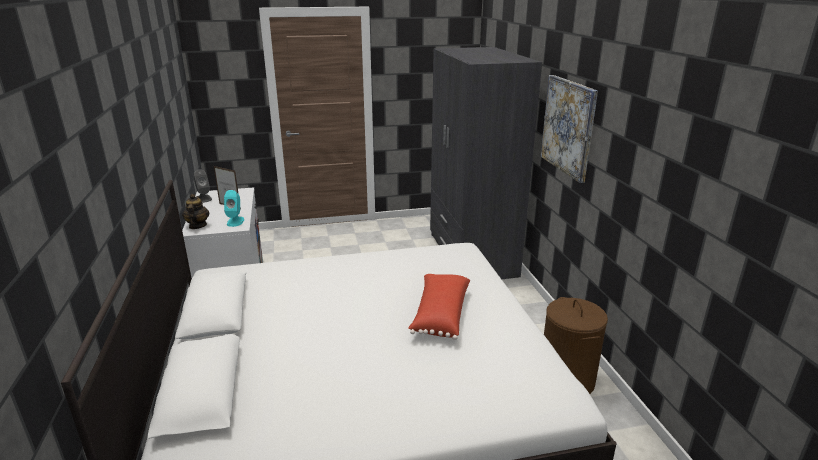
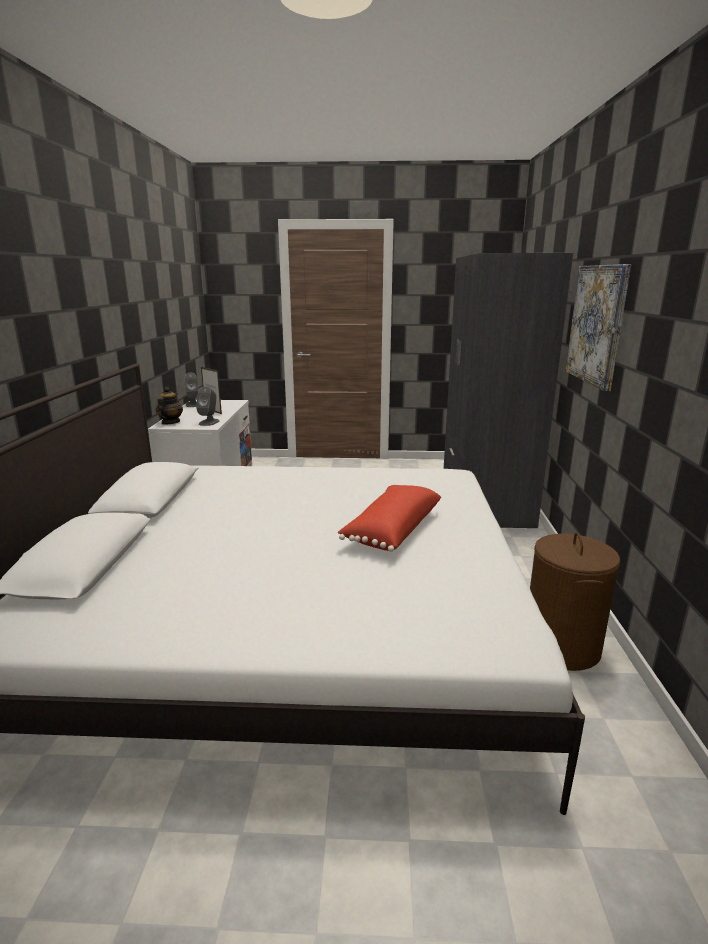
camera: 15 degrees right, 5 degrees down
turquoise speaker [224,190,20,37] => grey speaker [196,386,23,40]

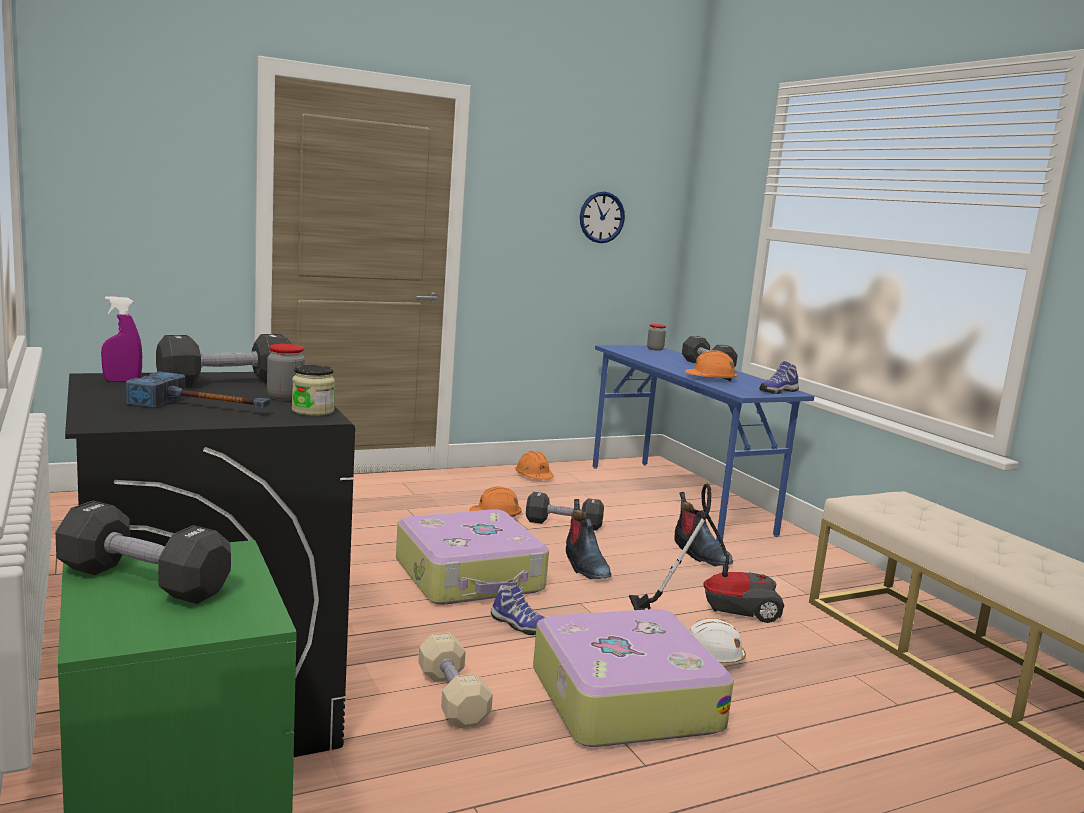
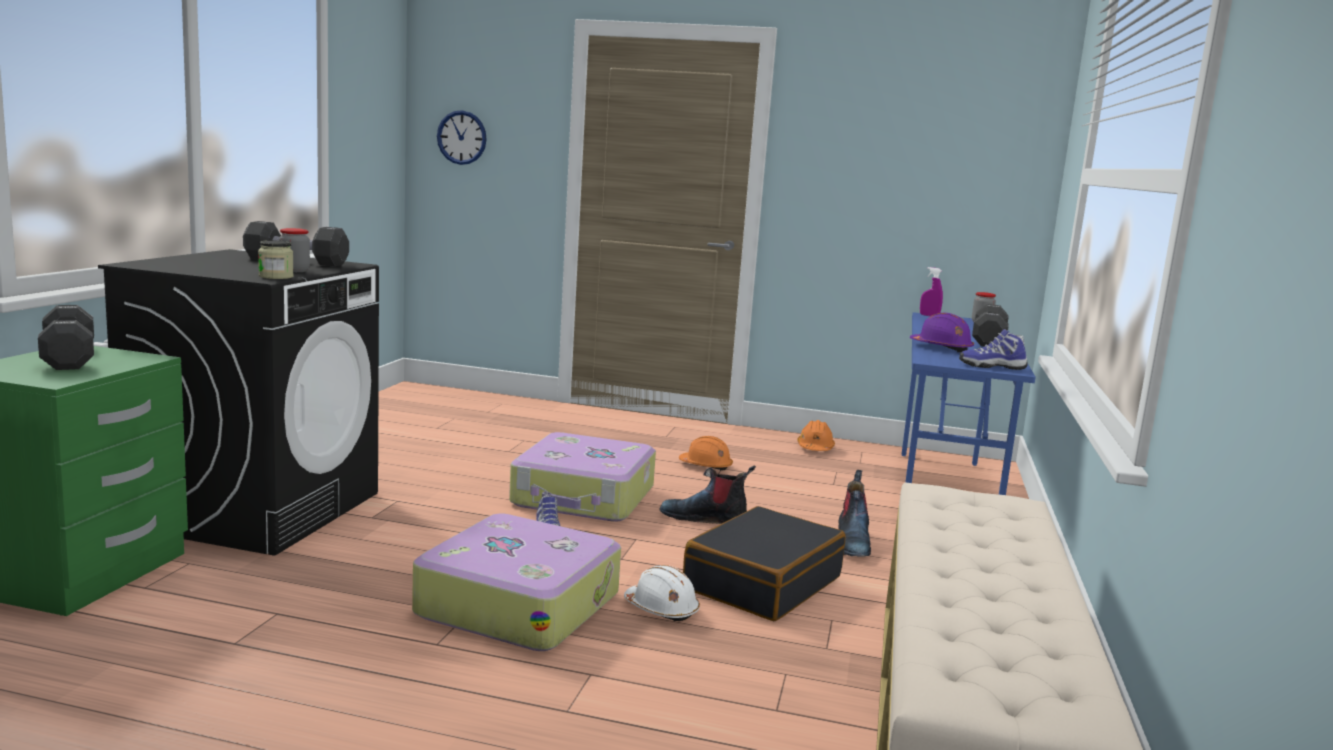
camera: 40 degrees right, 0 degrees up
wall clock [580,192,45,51] => wall clock [437,110,50,55], move
purple spray bottle [101,296,41,86] => purple spray bottle [920,267,23,49], move
orange hard hat [685,350,52,32] => purple hard hat [910,313,64,39]
hammer [126,372,144,36] => nothing
vacuum cleaner [629,483,155,140] => black suitcase [683,506,163,115]
black dumbbell [526,492,78,39] => nothing
boot [566,499,45,80] => boot [660,466,96,58], 75 degrees clockwise
beige dumbbell [418,632,75,96] => nothing

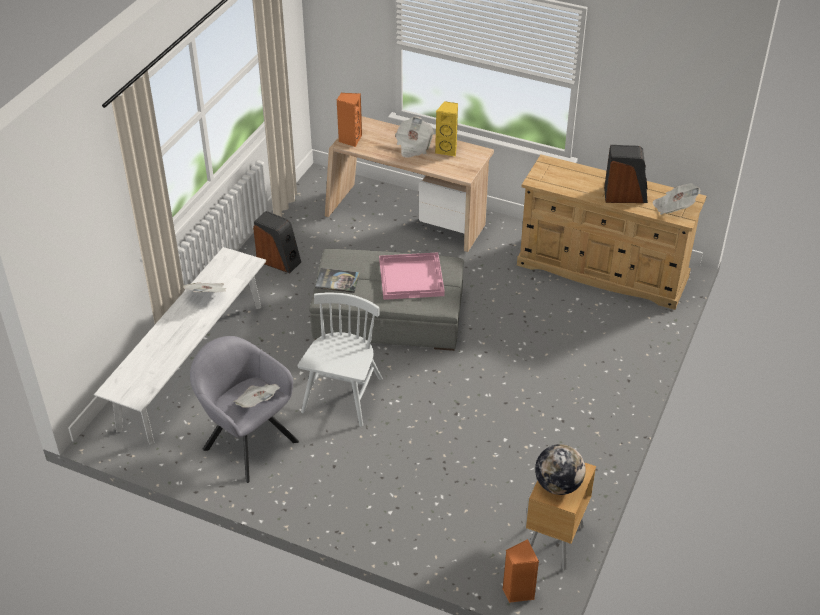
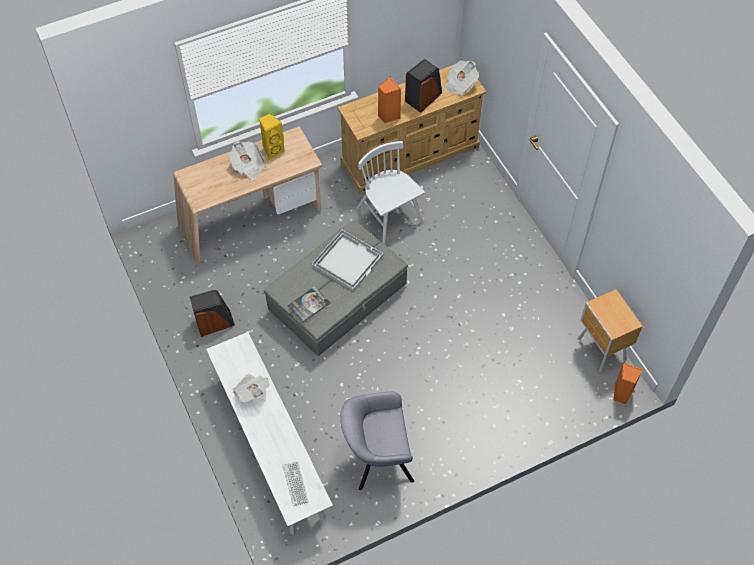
camera: 50 degrees left, 15 degrees up
orange speaker [337,93,25,54] => orange speaker [378,77,23,47], move
pink tray [379,252,66,48] => white tray [312,230,71,62]
white chair [298,292,85,135] => white chair [356,141,69,103], move
newspaper [234,384,46,24] => nothing
globe [535,444,51,51] => nothing
nothing => keyboard [283,461,26,45]

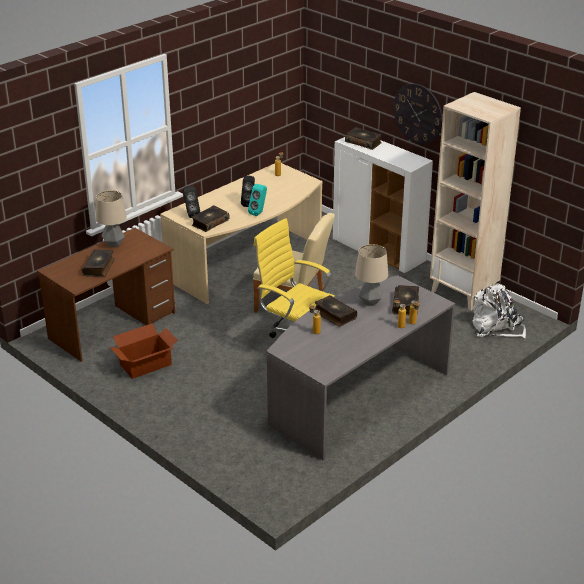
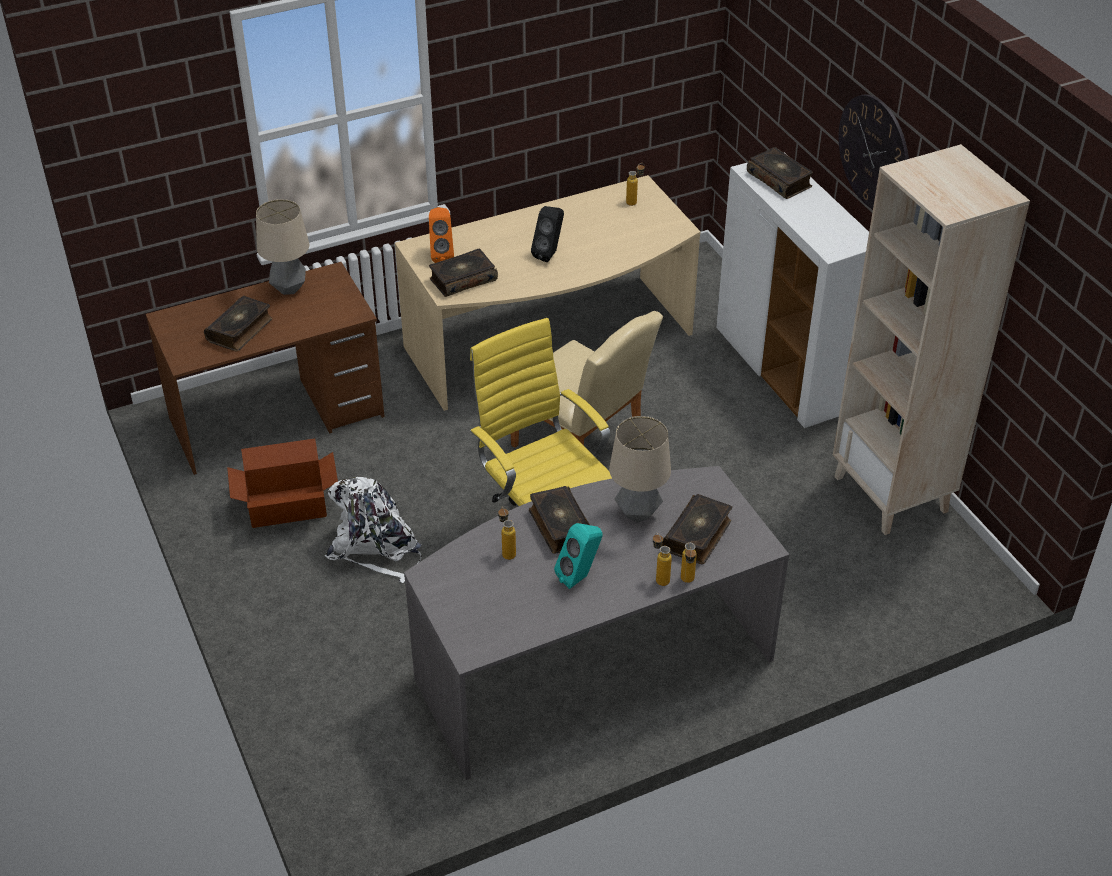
camera: 20 degrees right, 10 degrees up
turquoise speaker [248,184,19,32] => turquoise speaker [554,523,49,66], move
black speaker [183,185,17,33] => orange speaker [429,207,25,56]
white backpack [473,283,53,55] => white backpack [325,477,97,106], move

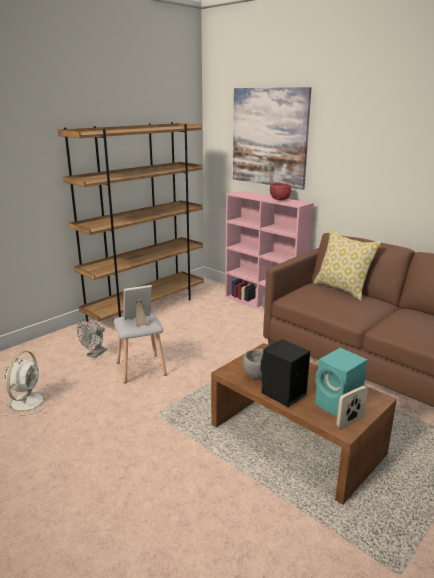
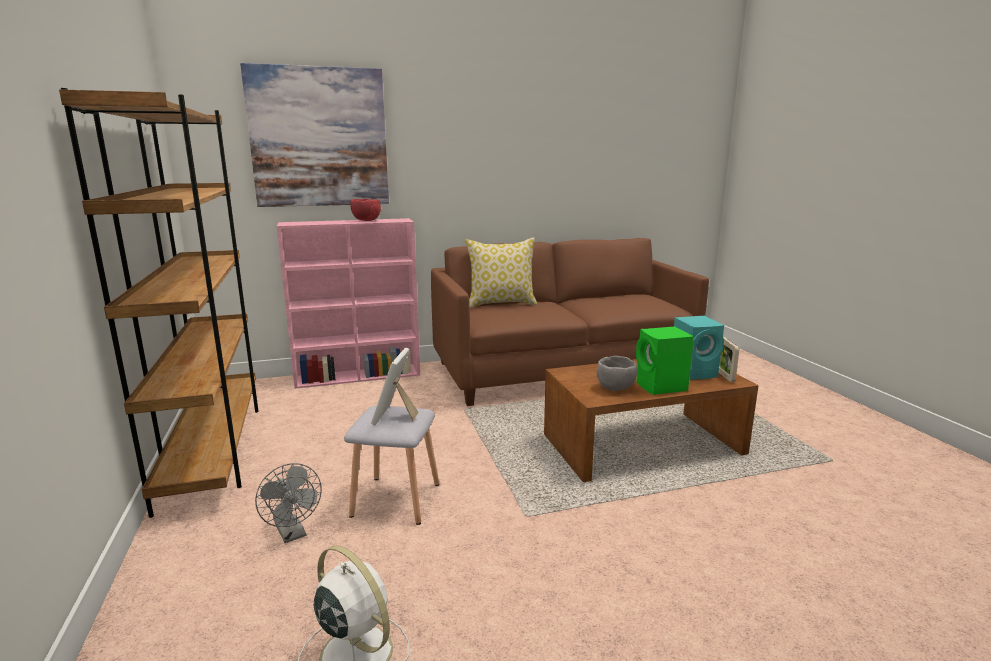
camera: 60 degrees left, 5 degrees down
black speaker [260,339,50,68] => green speaker [636,326,58,69]

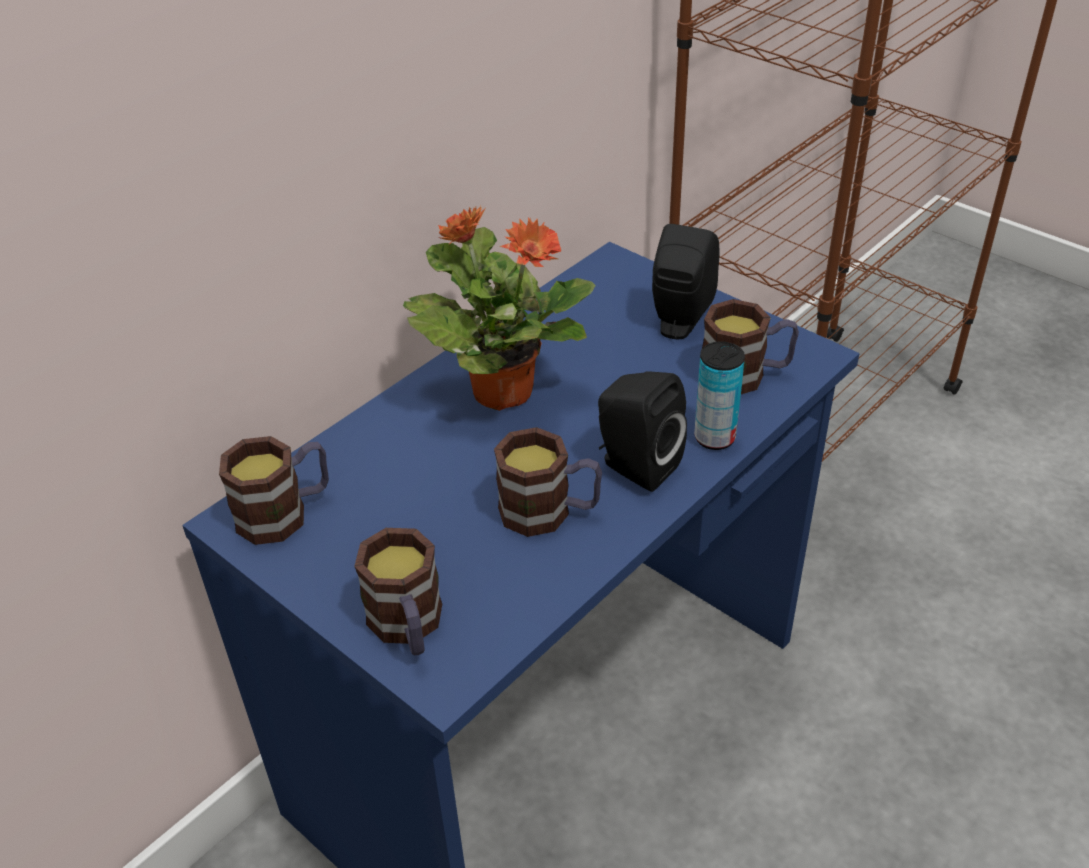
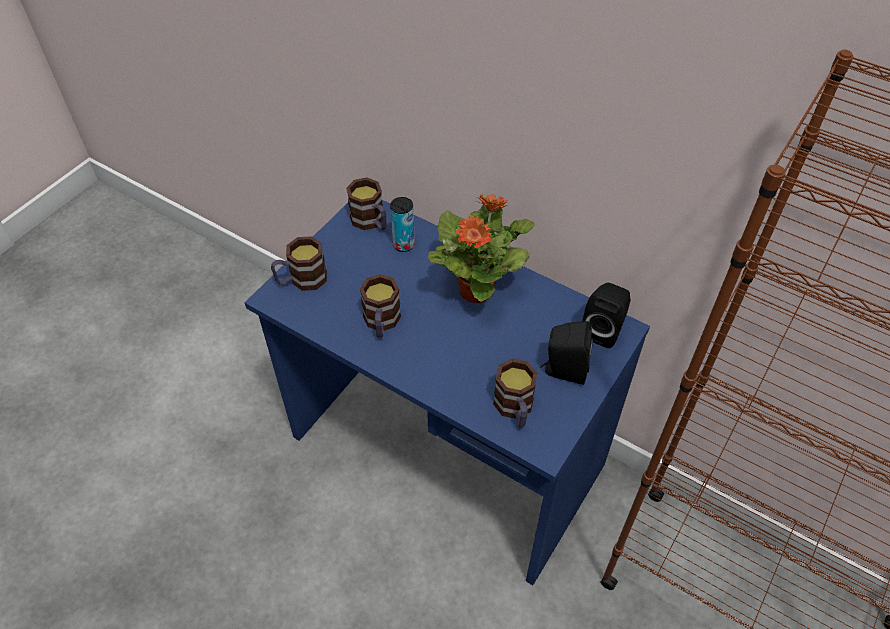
camera: 80 degrees right, 10 degrees up
can [694,341,51,109] => can [390,197,25,55], move
black speaker [598,371,89,121] => black speaker [582,283,49,65], move

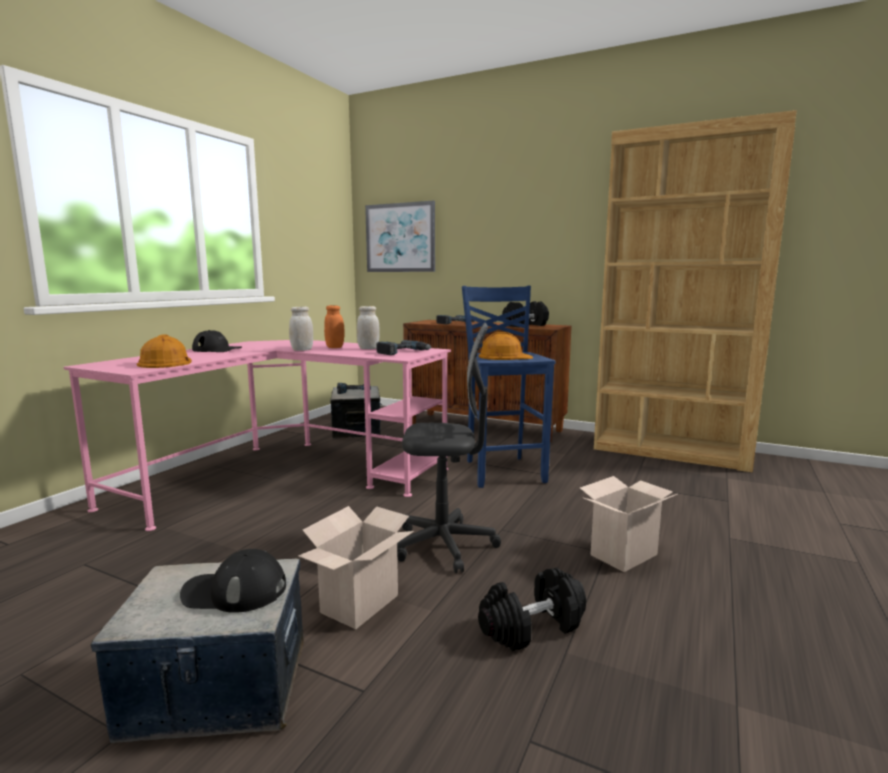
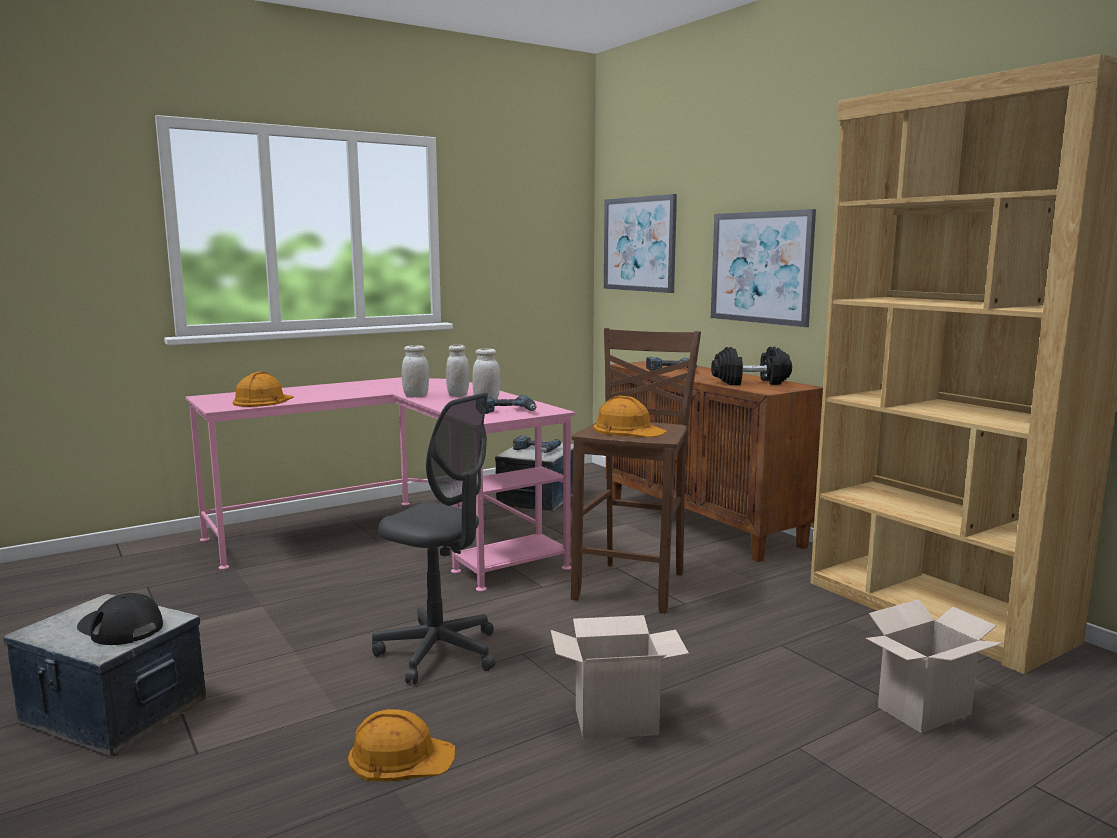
camera: 30 degrees right, 0 degrees up
blue stool [462,286,94,202] => brown stool [571,328,130,285]
orange jar [324,305,20,43] => white jar [446,344,24,53]
black cap [192,330,50,22] => nothing
cardboard box [298,506,116,123] => cardboard box [866,599,137,134], move
black dumbbell [478,568,108,83] => orange hard hat [348,709,107,73]
nothing => picture [711,209,105,118]

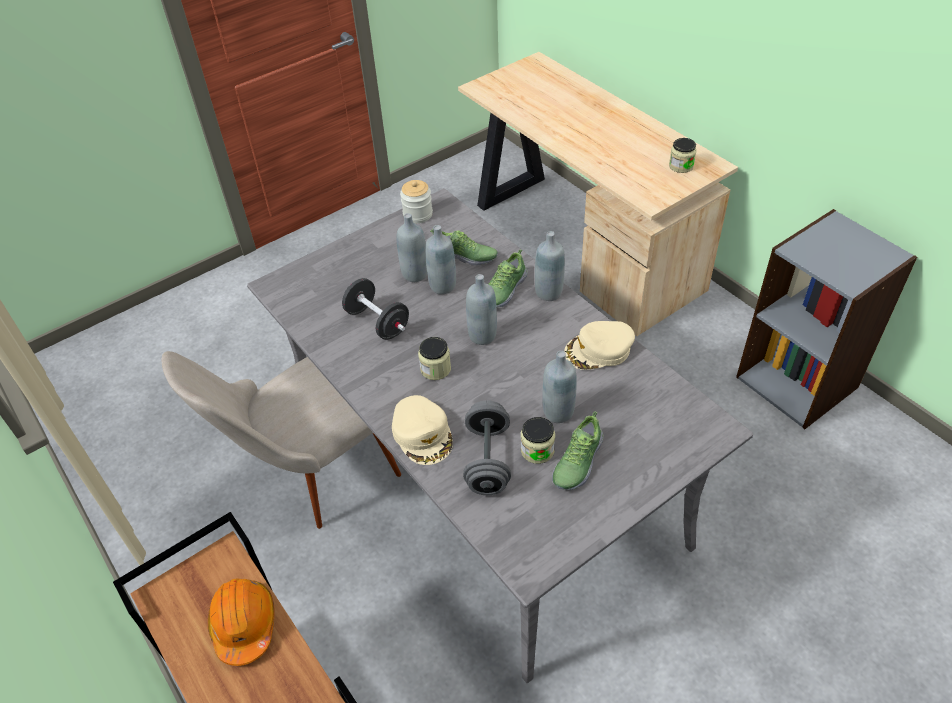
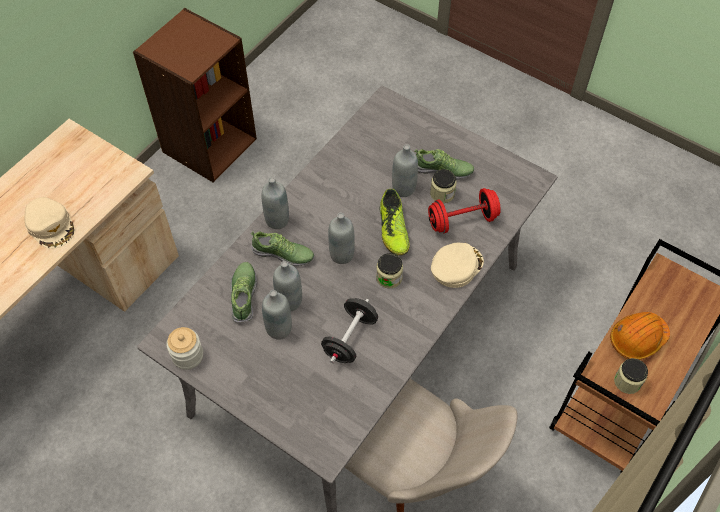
camera: 110 degrees left, 10 degrees up
jar [669,138,28,35] => jar [614,358,34,36], move
grey bookcase [736,209,181,220] => brown bookcase [133,8,124,174]
beige cap [564,321,71,49] => beige cap [25,197,50,52], move
grey dumbbell [463,400,48,95] => red dumbbell [428,188,73,45]
nothing => shoe [380,189,30,66]

